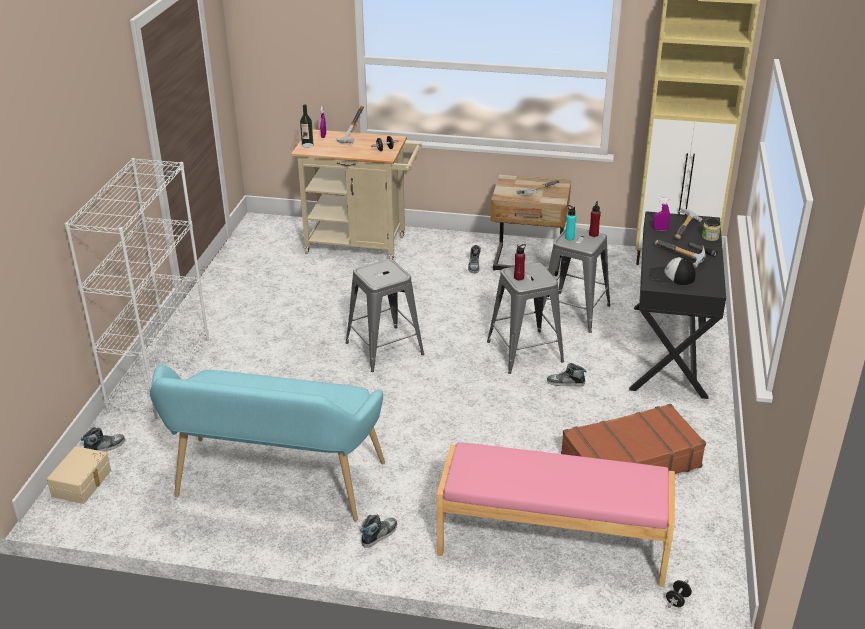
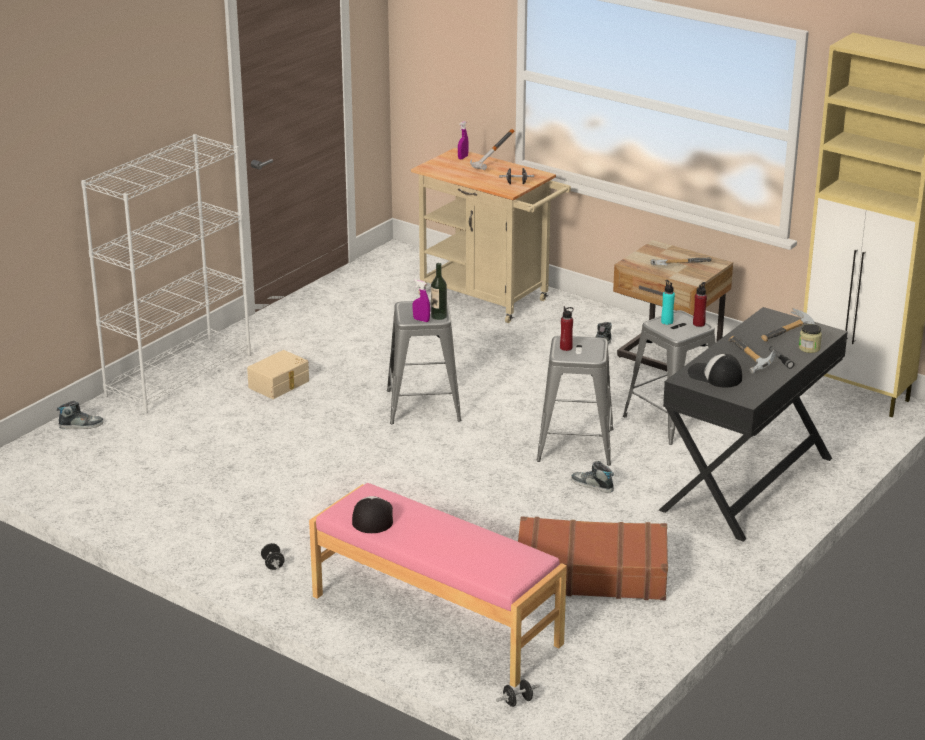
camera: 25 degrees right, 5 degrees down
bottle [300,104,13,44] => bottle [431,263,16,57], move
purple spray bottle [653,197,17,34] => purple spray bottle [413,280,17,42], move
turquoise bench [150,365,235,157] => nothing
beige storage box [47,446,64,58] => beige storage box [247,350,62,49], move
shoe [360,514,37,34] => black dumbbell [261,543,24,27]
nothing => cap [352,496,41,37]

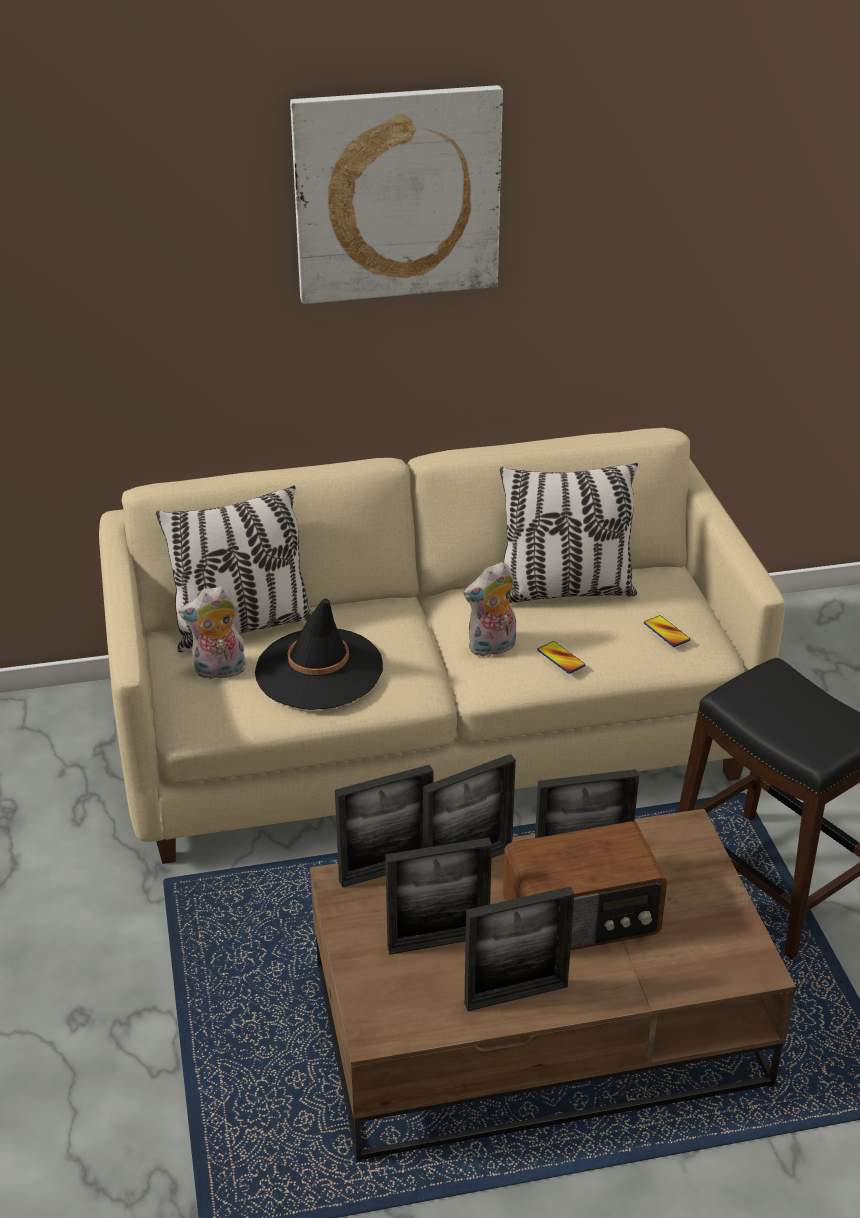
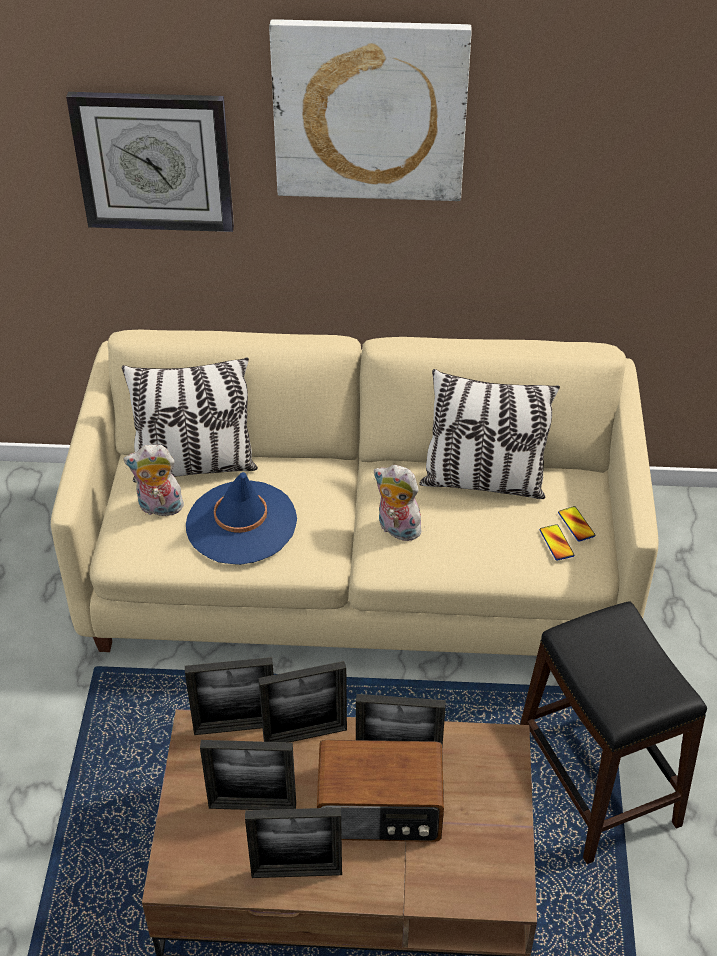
camera: 15 degrees right, 10 degrees up
plush toy [464,562,52,95] => plush toy [373,465,52,76], 45 degrees clockwise
black hat [255,599,128,111] => blue hat [186,472,111,93]
phone [537,641,49,33] => phone [558,506,37,36], move
nothing => wall clock [66,92,168,140]

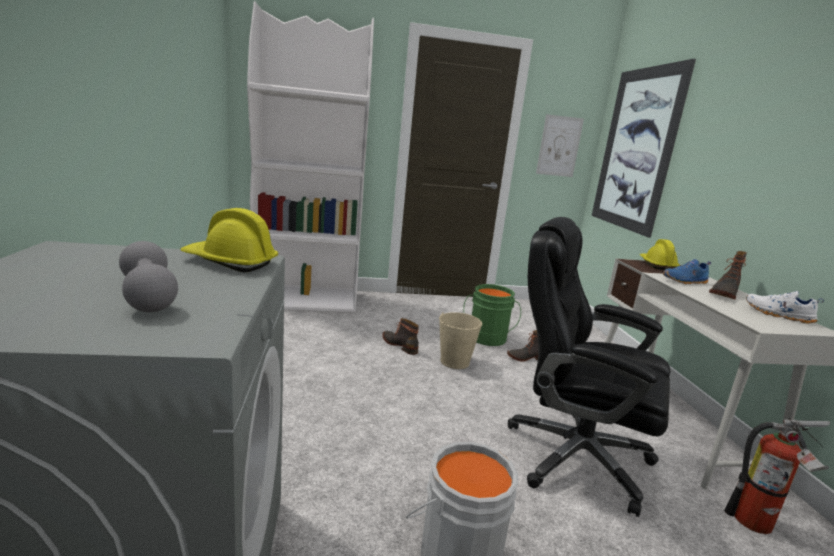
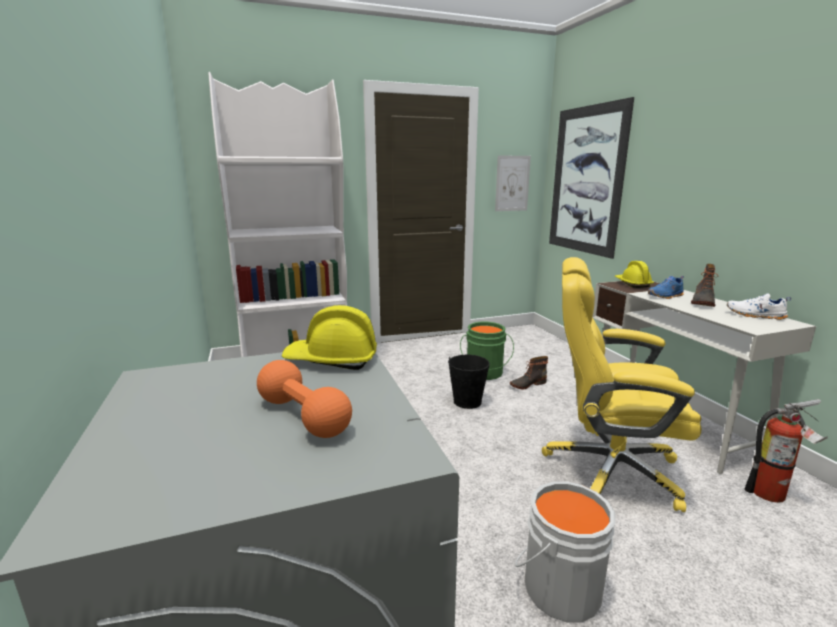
camera: 10 degrees left, 0 degrees up
black office chair [508,217,162,300] => yellow office chair [542,257,160,255]
grey dumbbell [119,241,59,71] => orange dumbbell [257,360,95,78]
beige bucket [439,312,43,57] => black bucket [448,355,42,54]
boot [382,318,37,37] => nothing

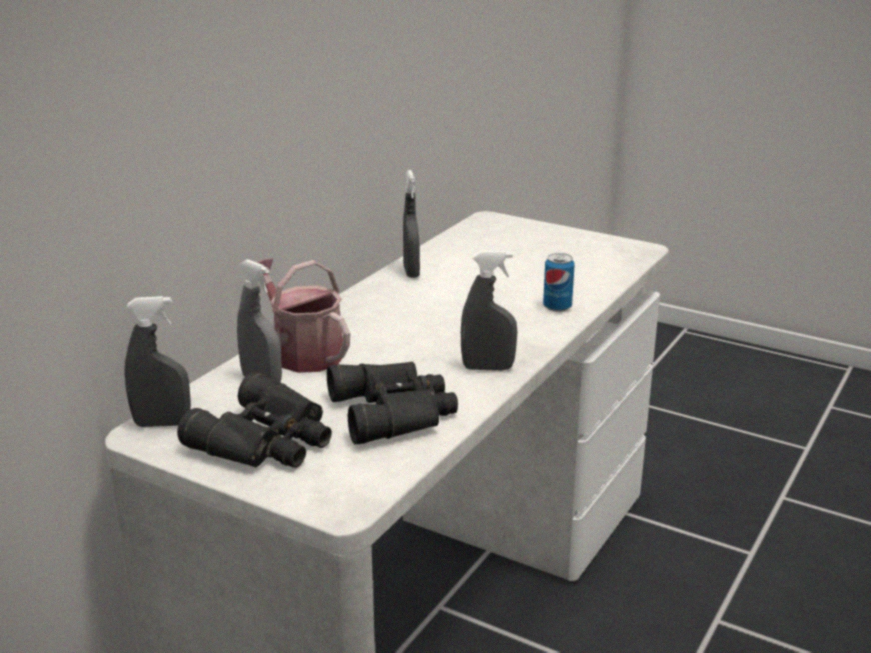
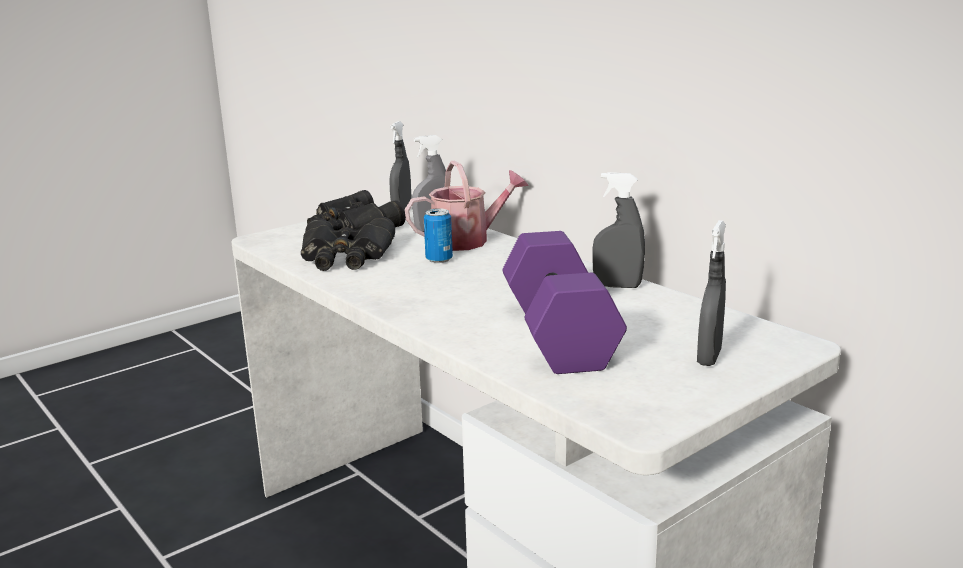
camera: 110 degrees right, 5 degrees down
grey spray bottle [461,251,57,120] => grey spray bottle [697,220,29,146], move
can [543,253,32,59] => can [424,208,29,55], move
nothing => purple dumbbell [502,231,125,143]

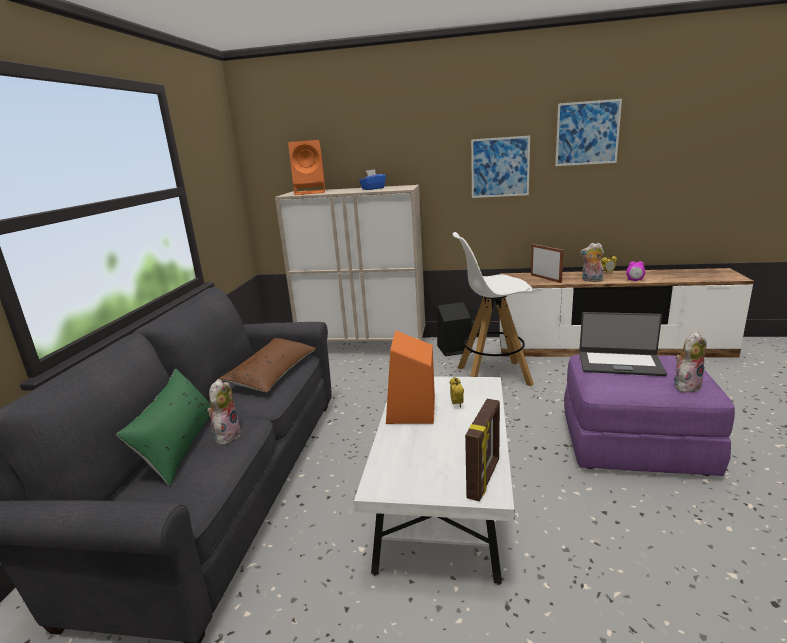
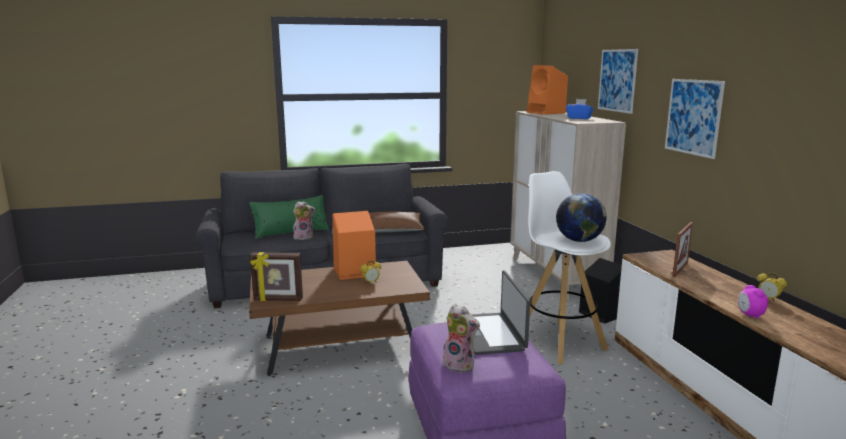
camera: 65 degrees right, 5 degrees down
picture [555,99,67,67] => picture [598,49,40,65], move
plush toy [580,243,24,39] => nothing
white coffee table [354,376,161,209] => brown coffee table [249,261,181,115]
nothing => globe [556,193,50,49]

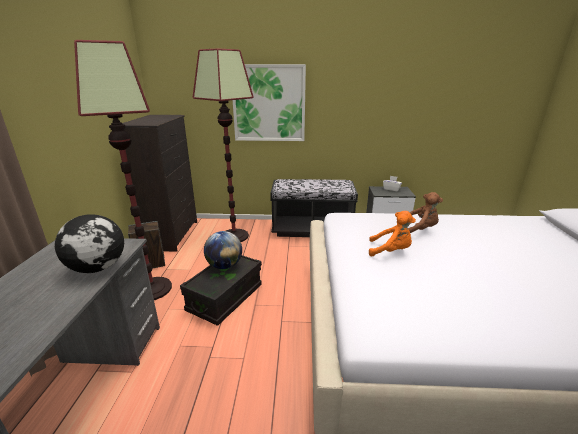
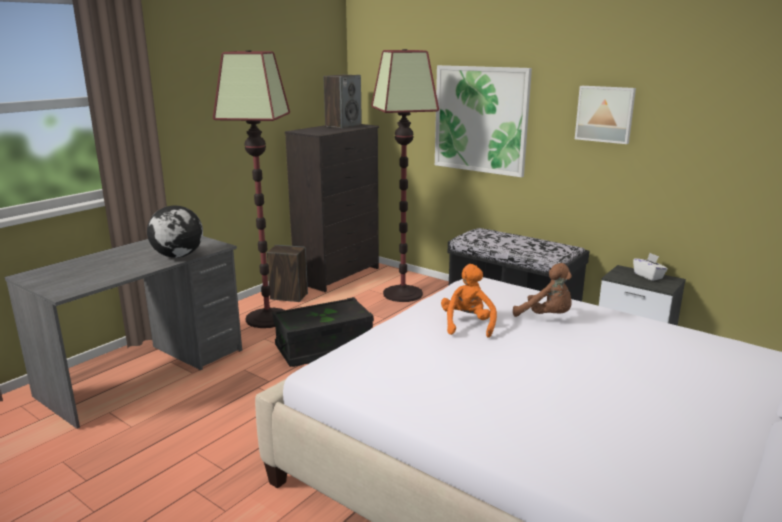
camera: 35 degrees right, 5 degrees down
orange plush toy [369,211,47,46] => orange plush toy [441,264,56,74], 135 degrees counterclockwise
globe [204,231,38,38] => nothing
nothing => speaker [324,75,38,53]
nothing => picture [575,86,61,58]

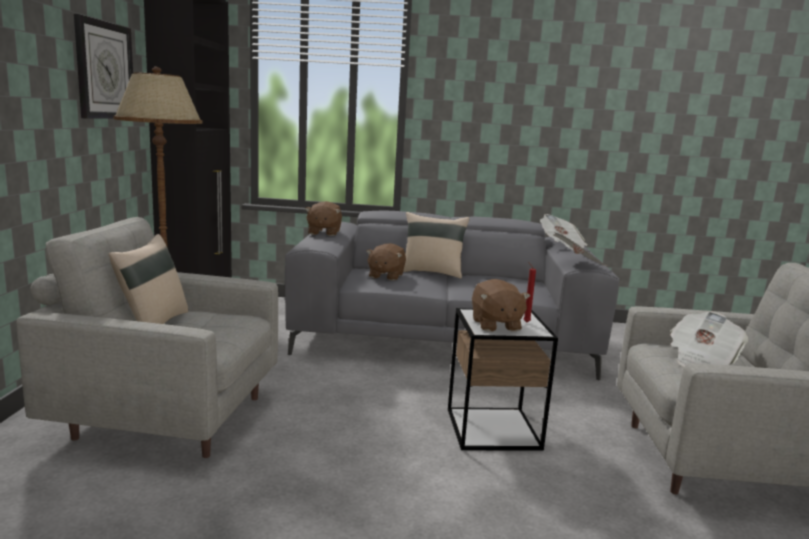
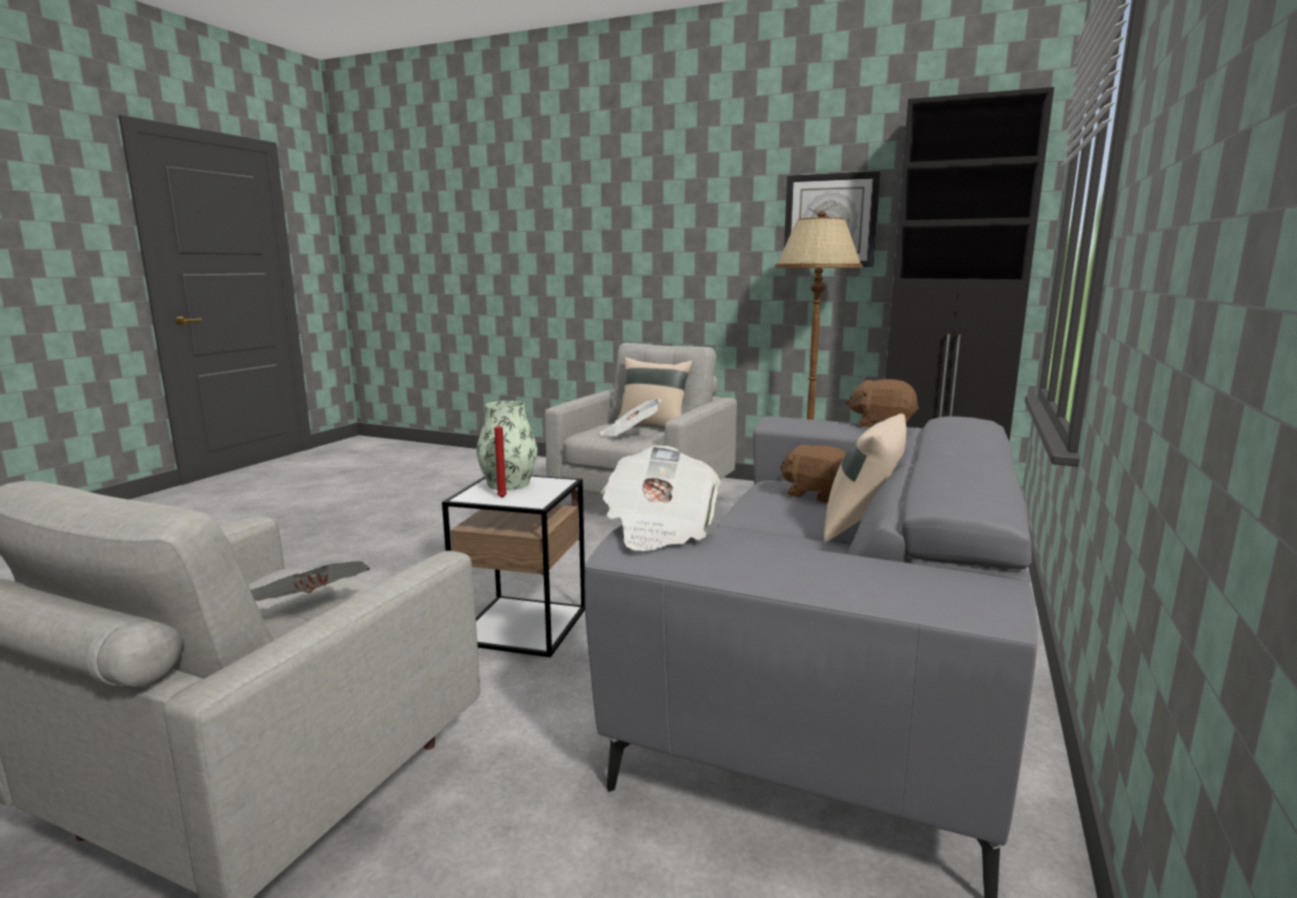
camera: 110 degrees right, 0 degrees up
newspaper [540,214,48,37] => newspaper [600,399,62,38], move
brown plush toy [472,279,58,53] => vase [476,401,61,89]

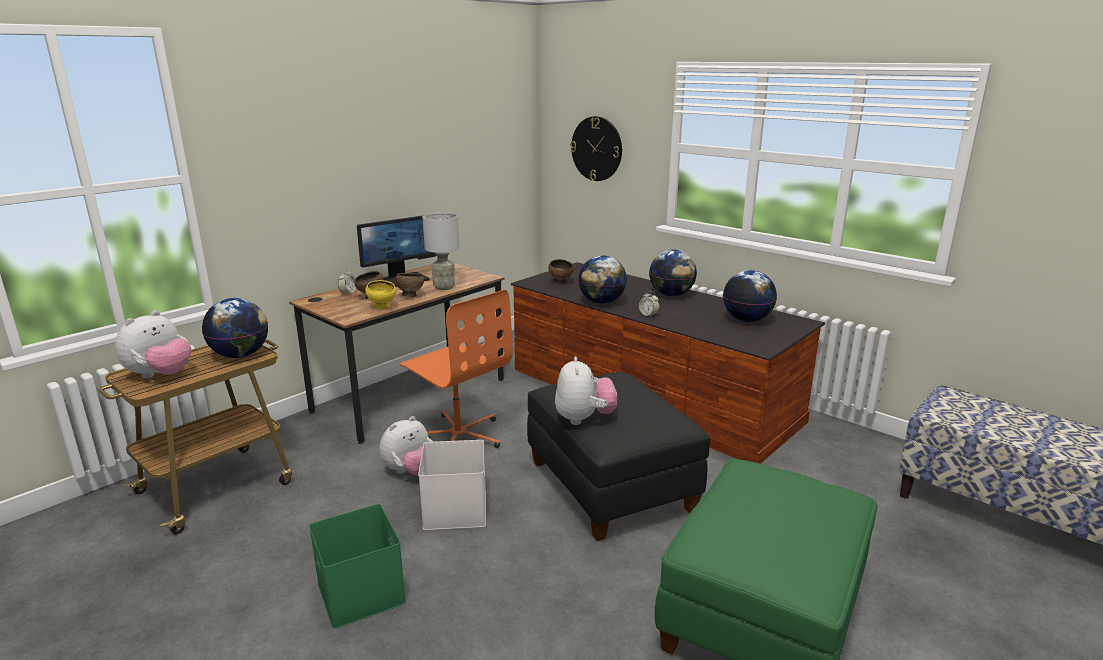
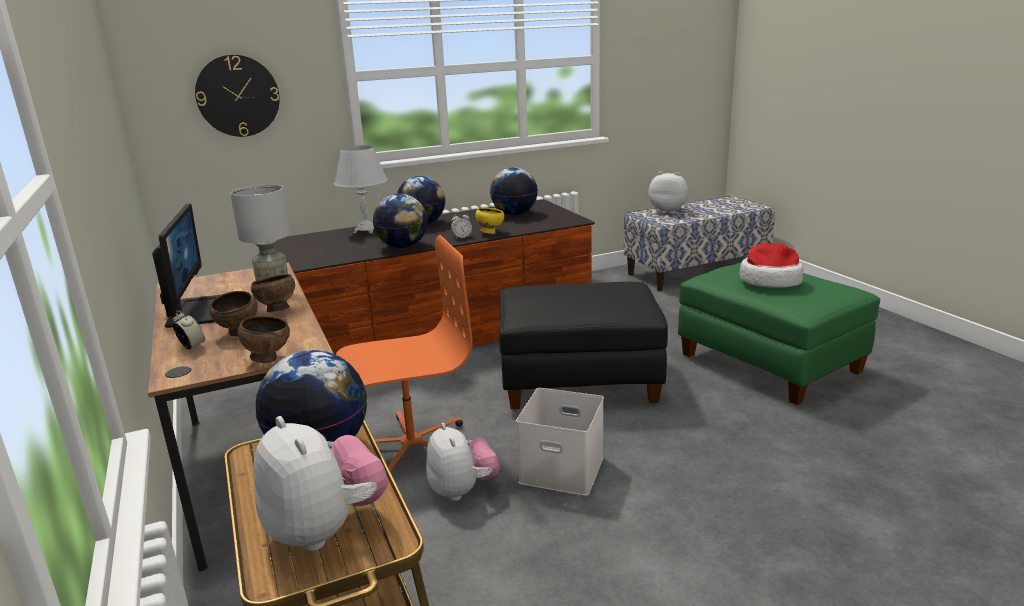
camera: 65 degrees left, 0 degrees up
brown bowl [548,259,26,25] => brown bowl [238,316,52,47], move
yellow bowl [365,280,31,30] => yellow bowl [476,208,28,26], move
plush toy [555,356,62,69] => plush toy [648,171,40,43], move
green storage box [309,504,97,125] => nothing
nothing => white table lamp [334,145,53,89]
nothing => hat [739,243,64,45]

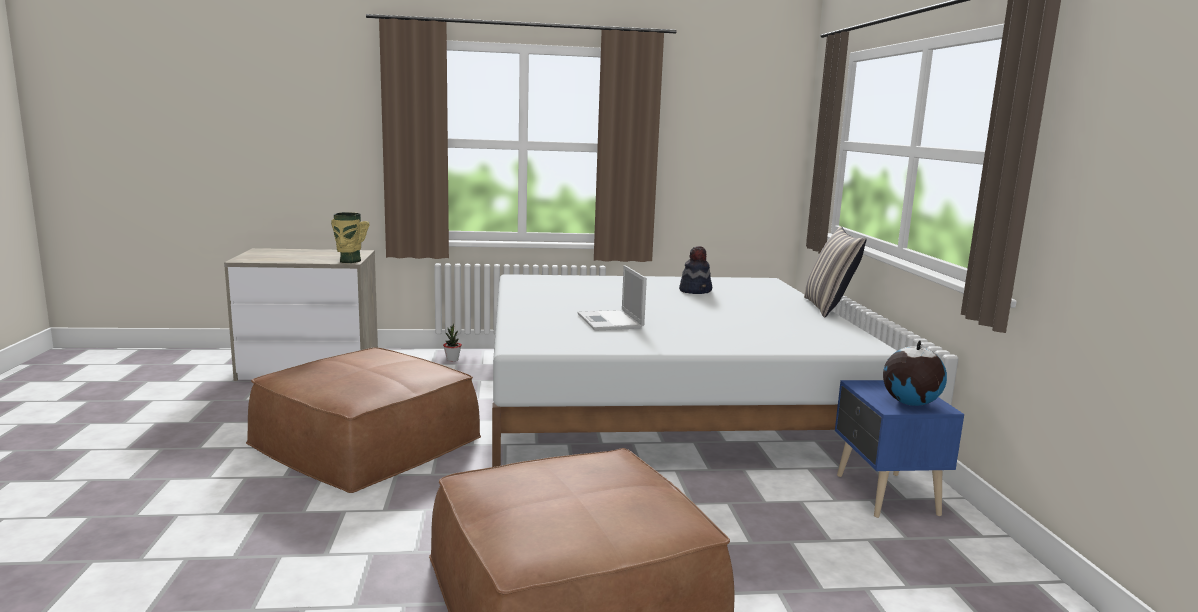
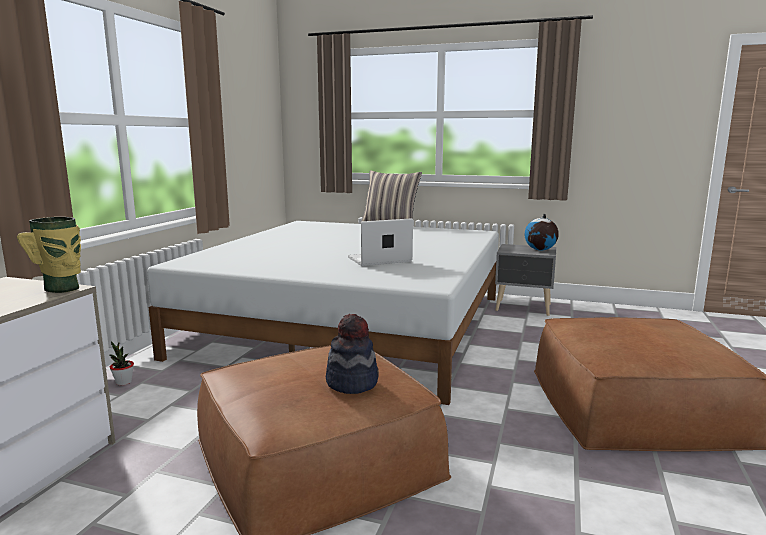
camera: 65 degrees left, 0 degrees up
hat [679,246,33,48] => hat [326,314,53,80], move
laptop [577,265,70,66] => laptop [348,218,65,48], 150 degrees clockwise
blue nightstand [835,380,129,138] => grey nightstand [495,244,62,72]

